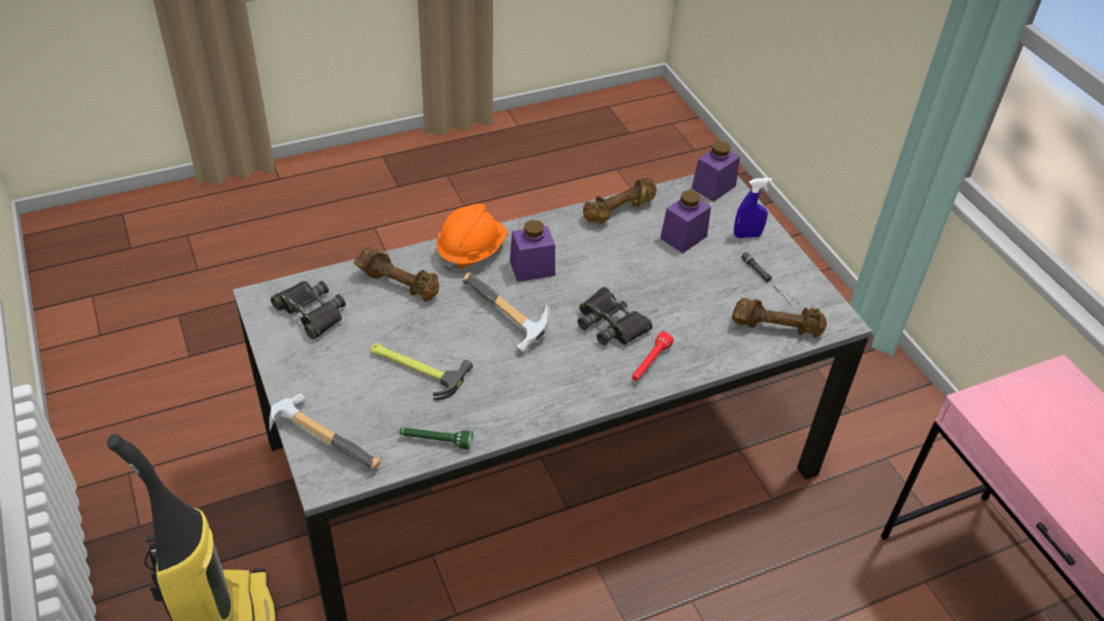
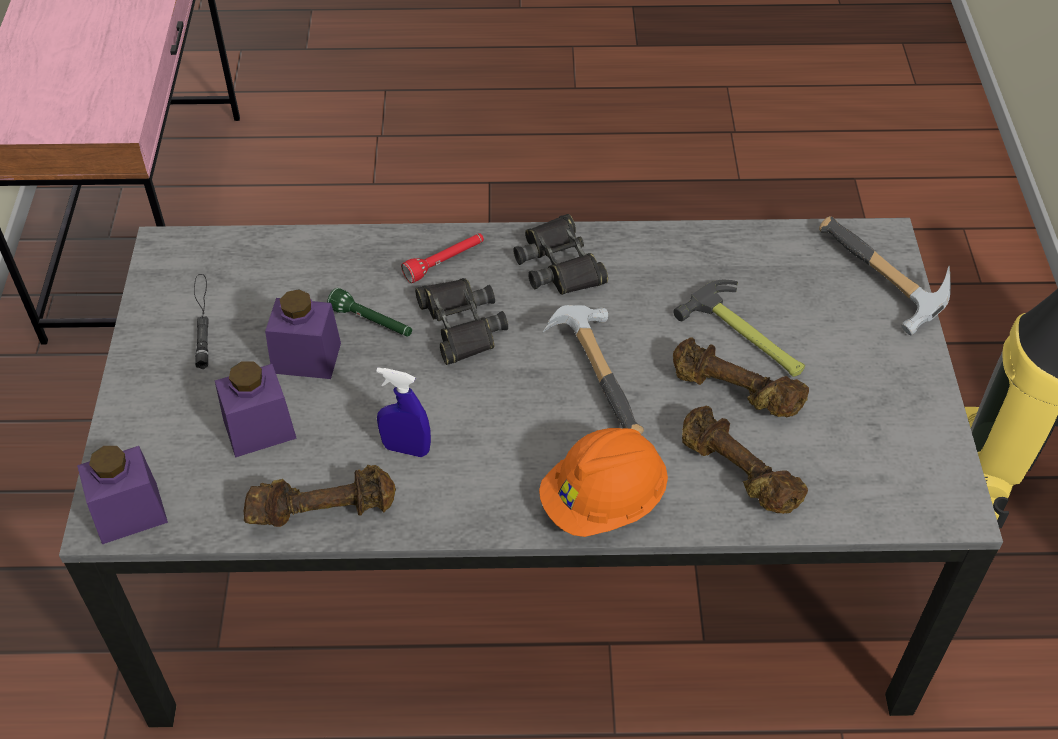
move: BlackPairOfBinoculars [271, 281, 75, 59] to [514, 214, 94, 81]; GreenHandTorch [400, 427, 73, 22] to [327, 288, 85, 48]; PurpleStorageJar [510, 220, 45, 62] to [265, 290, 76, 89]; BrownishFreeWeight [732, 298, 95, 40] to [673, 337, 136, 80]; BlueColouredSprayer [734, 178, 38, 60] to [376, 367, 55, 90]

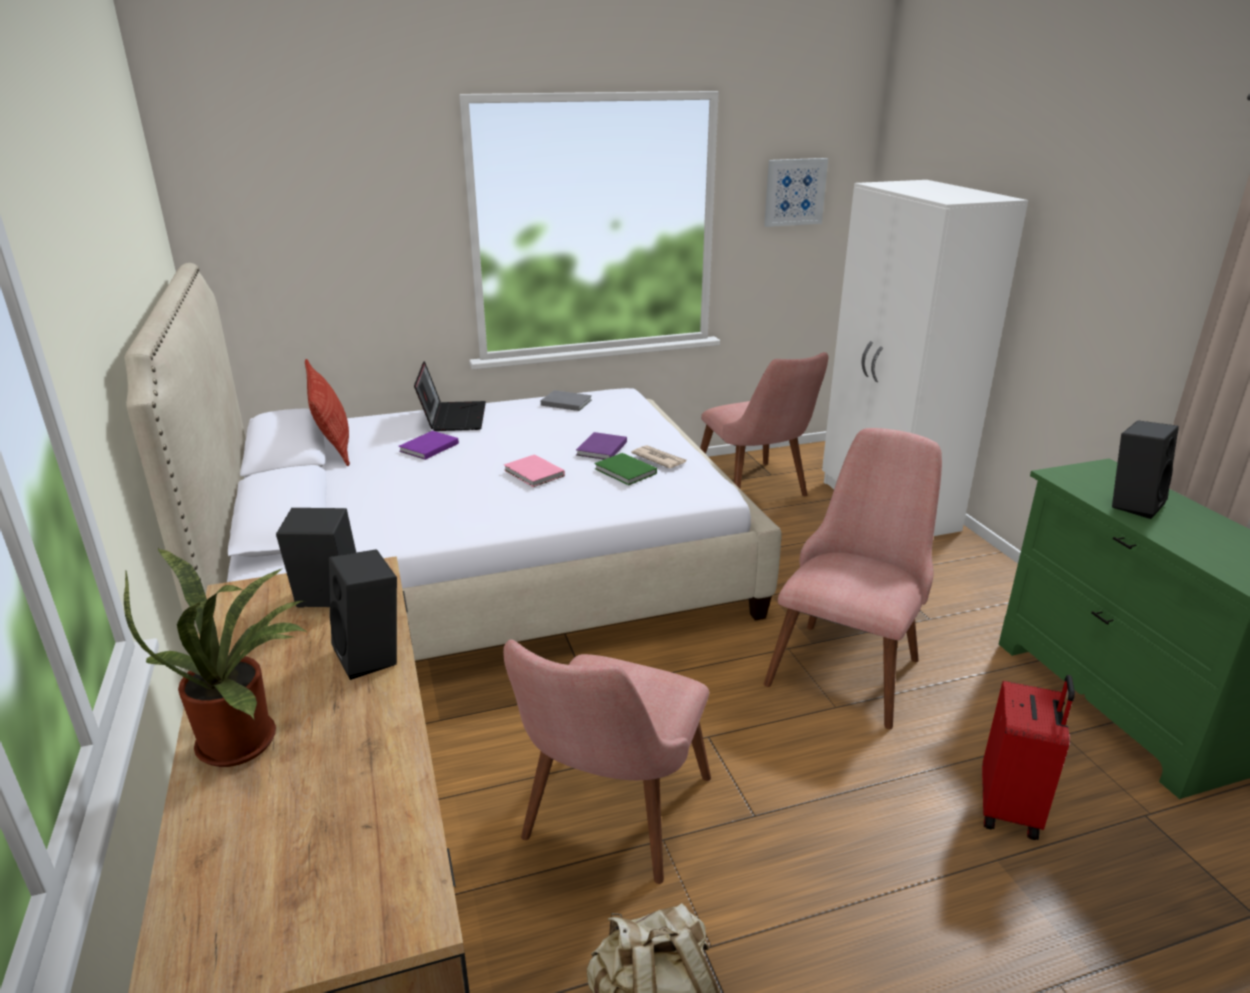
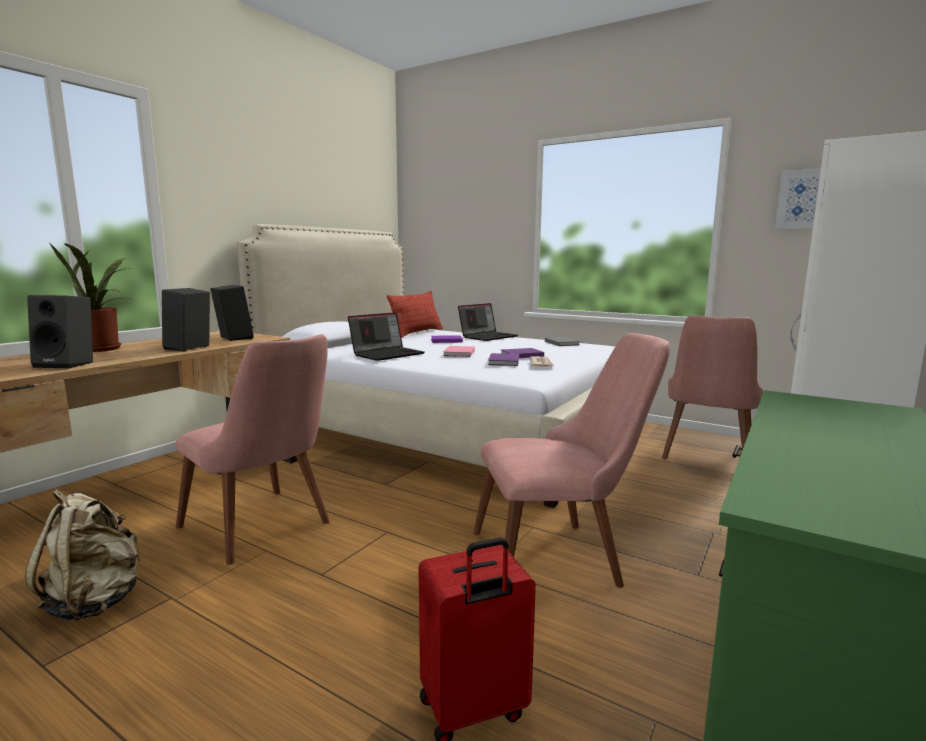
insert: PortableComputer [348, 312, 77, 49]
move: BlackAudioSpeaker [1112, 420, 67, 99] to [27, 295, 66, 74]
recolor: GreenBook [594, 453, 63, 32] to PurpleBook [488, 353, 31, 13]
rotate: PinkColouredUprightChair [503, 639, 208, 245] = [175, 334, 155, 231] 120 degrees counterclockwise

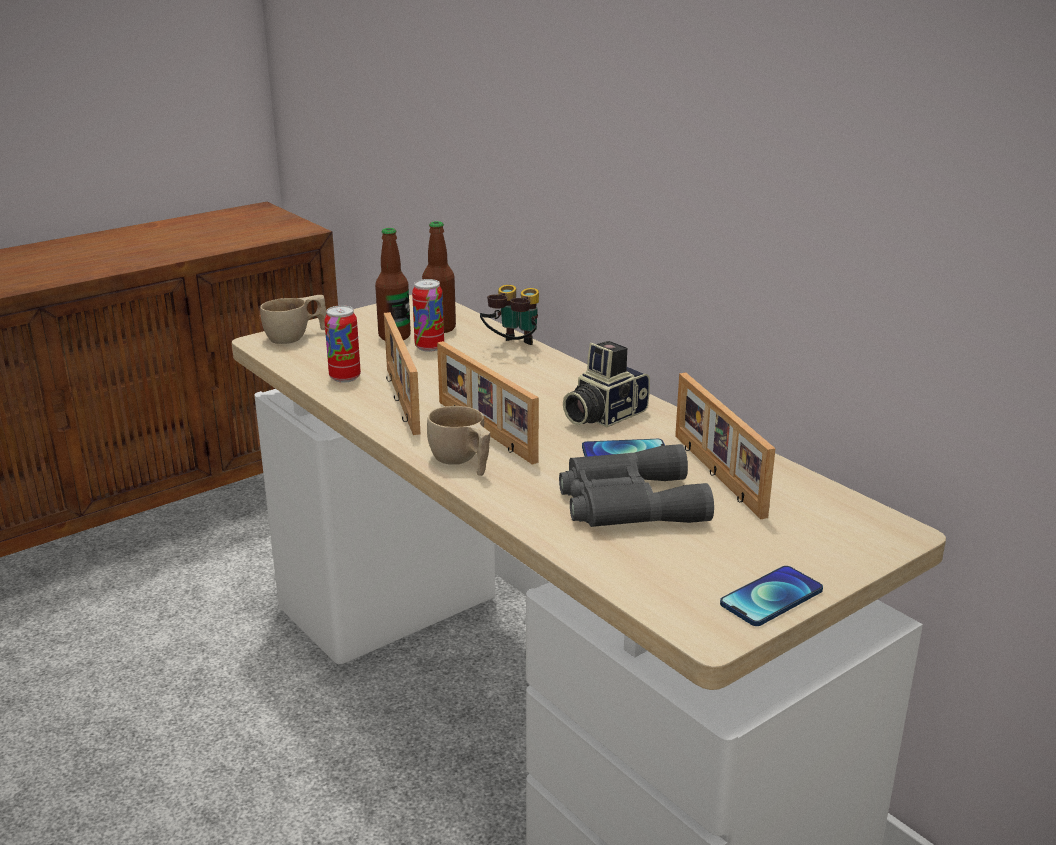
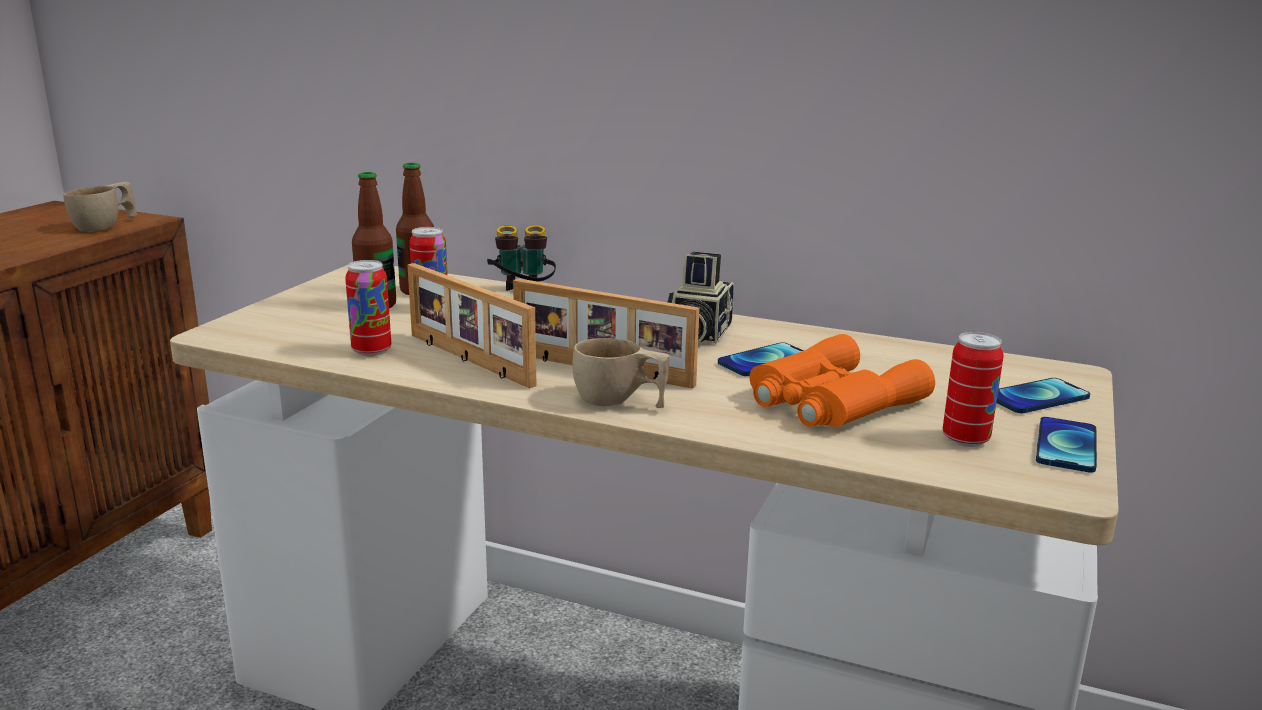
delete: PictureFrame [675, 373, 101, 146]
insert: MetalCan [943, 332, 60, 115]; Handset [997, 378, 93, 35]
move: SandColouredDrinkingCup [260, 295, 67, 49] to [63, 182, 74, 50]
recolor: GrayPairOfBinoculars [559, 444, 155, 83] to OrangeyPairOfBinoculars [750, 334, 185, 93]

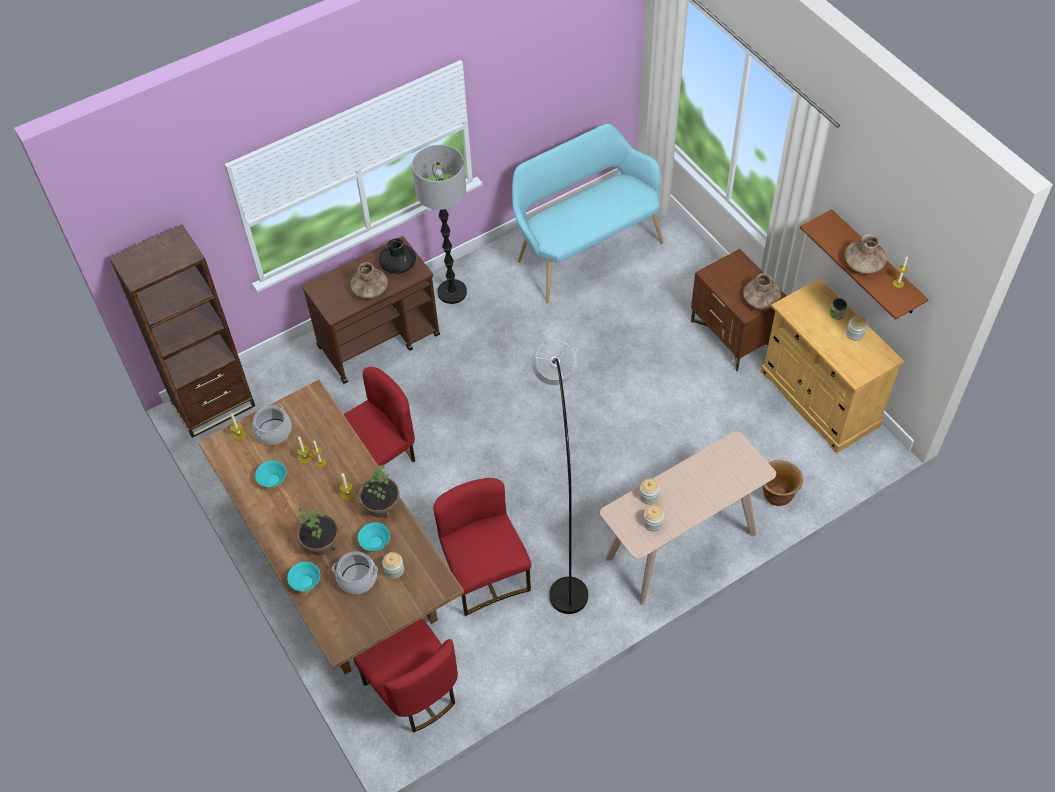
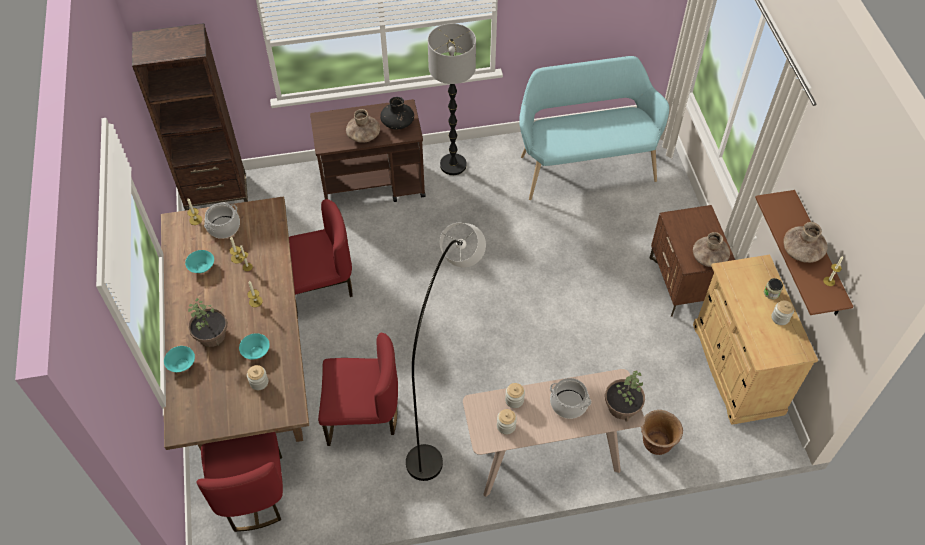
move: Saucepot [332, 551, 46, 43] to [550, 378, 41, 41]; PottedPlant [359, 465, 40, 53] to [605, 371, 40, 51]
rotate: RedUprightChair [433, 478, 98, 138] = [318, 333, 80, 113] 90 degrees clockwise

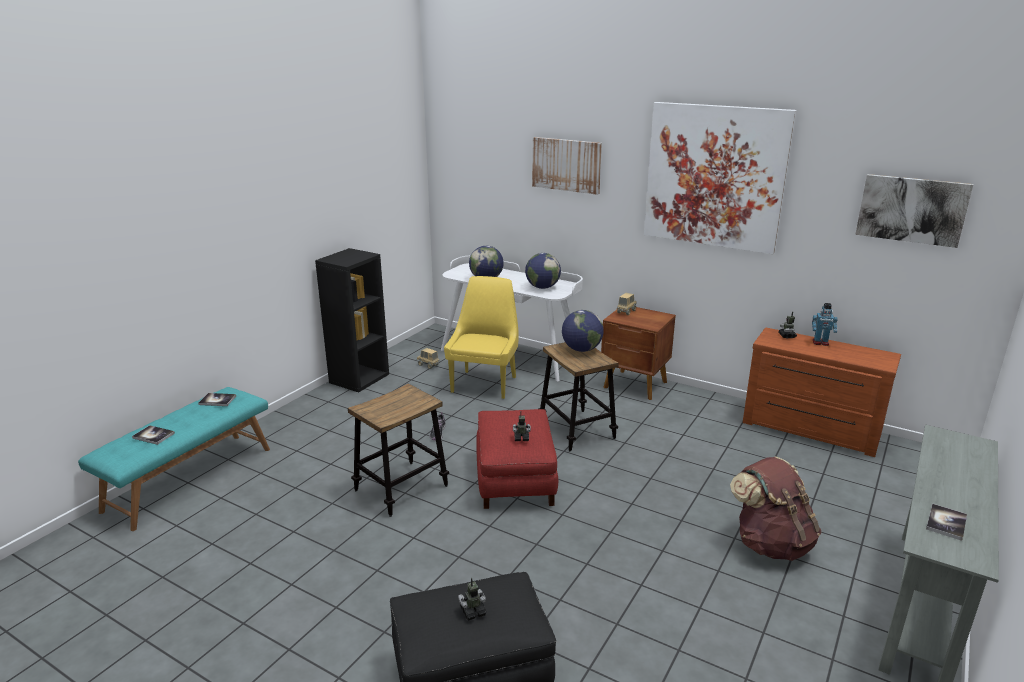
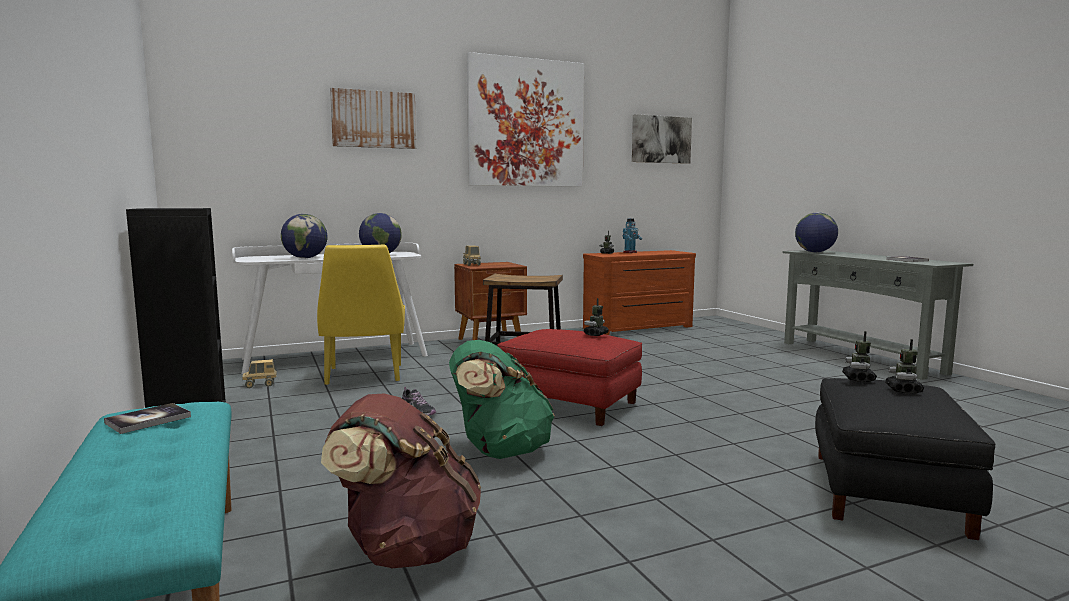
delete: Book [132, 425, 43, 20]
insert: RobotFigure [842, 331, 35, 51]
move: WorldGlobe [562, 310, 42, 42] to [795, 212, 43, 40]; BrownishKnapsack [730, 457, 91, 104] to [321, 393, 160, 176]
replace: Stool [348, 383, 101, 134] to GreenKnapsack [449, 340, 106, 119]
rotate: YellowishUprightChair [444, 276, 75, 123] = [317, 245, 88, 140] 150 degrees counterclockwise

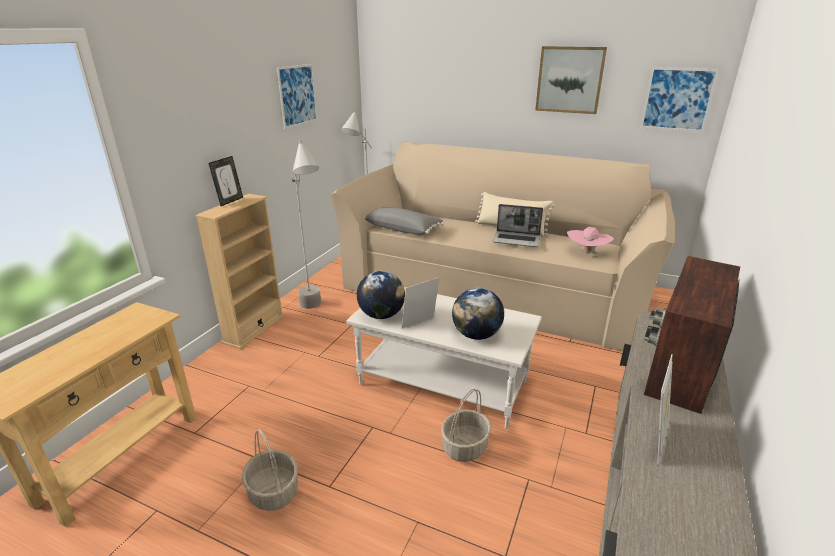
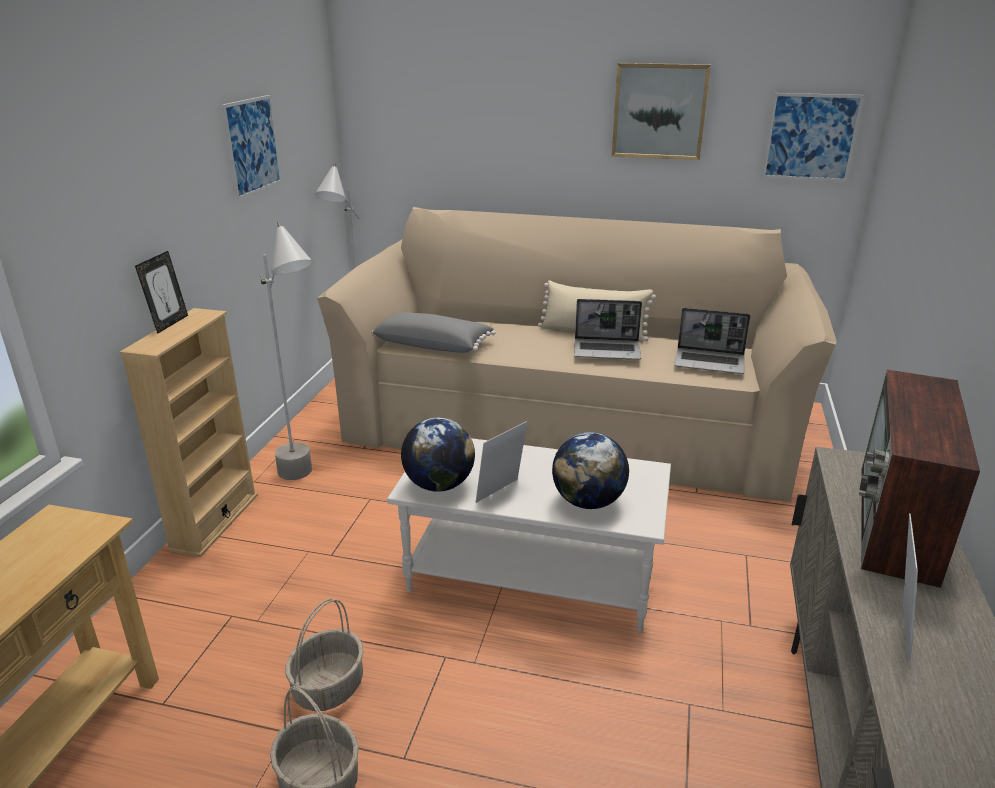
move: StorageBasket [441, 389, 50, 73] to [286, 599, 78, 112]
replace: PinkColouredHat [567, 227, 47, 27] to PortableComputer [674, 308, 76, 66]

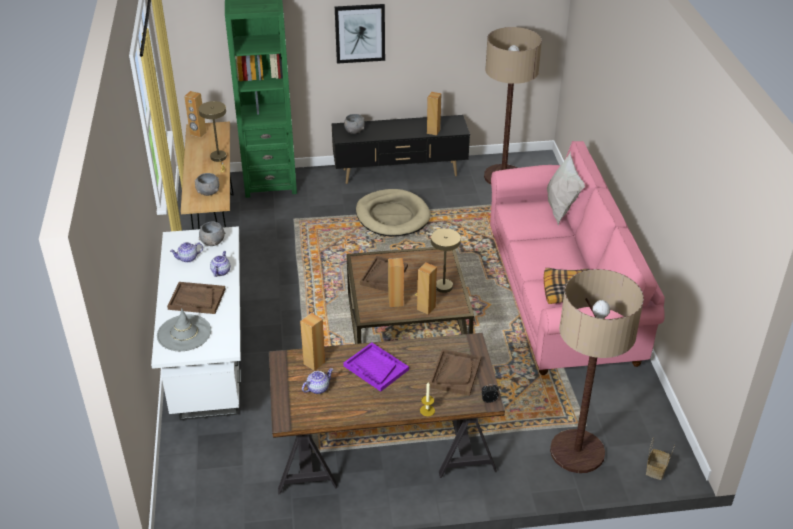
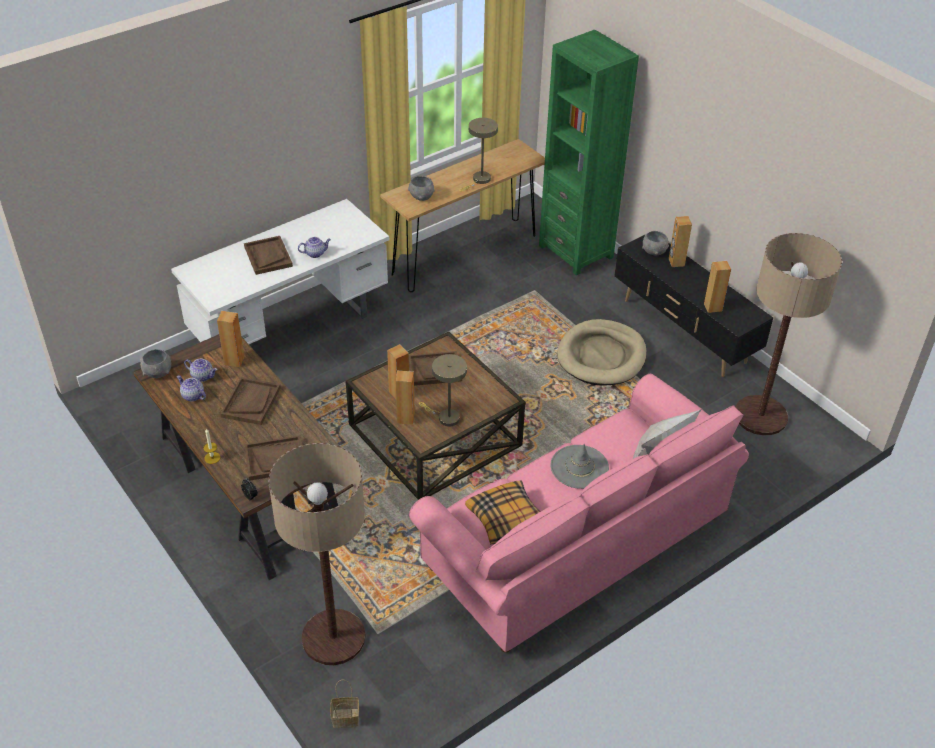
delete: WallPicture [335, 4, 50, 60]
move: GrayHat [157, 308, 54, 43] to [551, 444, 58, 45]; Teapot [170, 242, 33, 21] to [177, 375, 29, 27]; BrownishAudioSpeaker [184, 91, 22, 47] to [669, 216, 23, 51]; GrayDeepDish [199, 221, 26, 25] to [140, 349, 31, 29]
recolor: PurpleCarryingTray [343, 342, 66, 49] to BrownishCarryingTray [220, 377, 61, 48]

